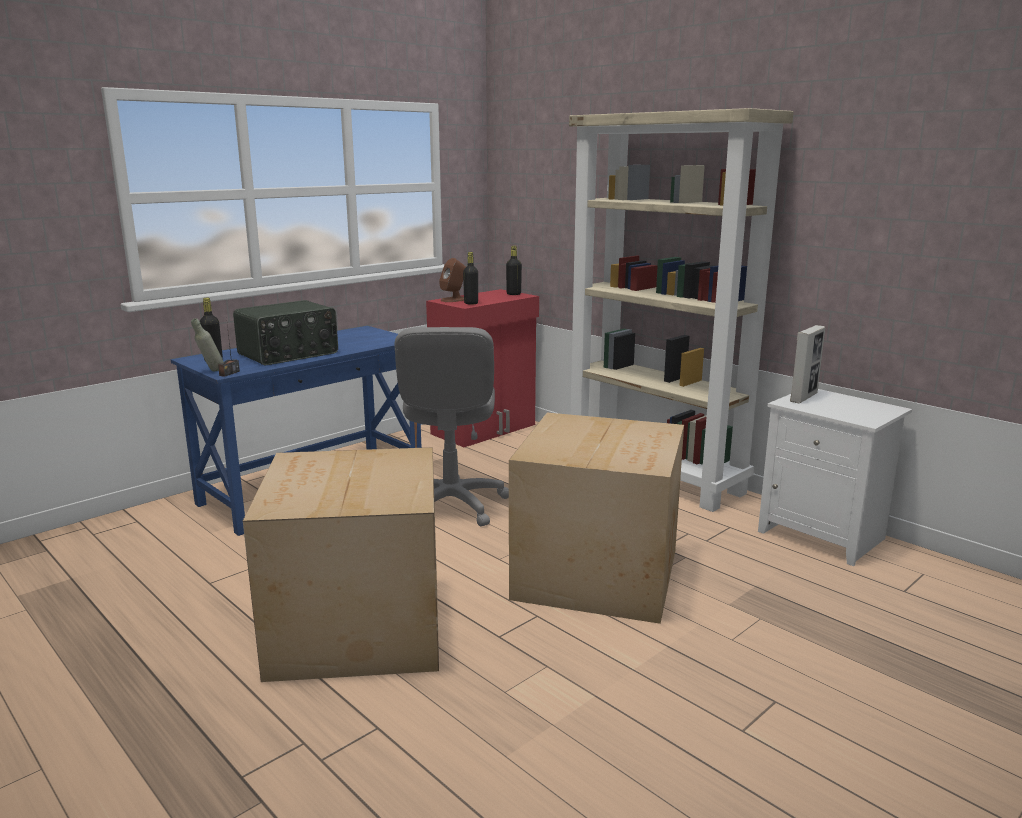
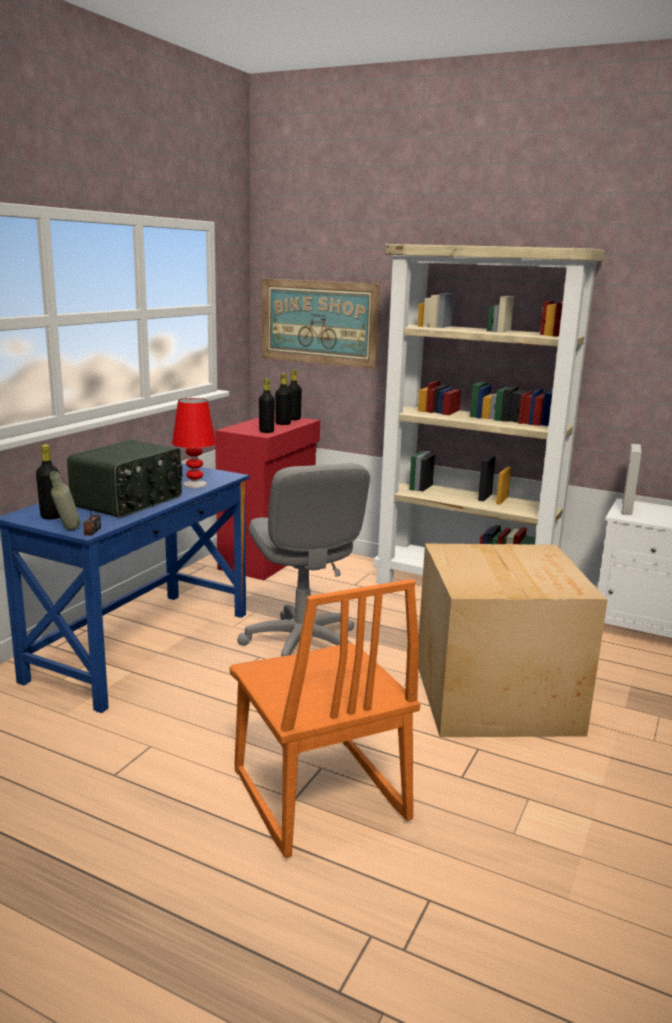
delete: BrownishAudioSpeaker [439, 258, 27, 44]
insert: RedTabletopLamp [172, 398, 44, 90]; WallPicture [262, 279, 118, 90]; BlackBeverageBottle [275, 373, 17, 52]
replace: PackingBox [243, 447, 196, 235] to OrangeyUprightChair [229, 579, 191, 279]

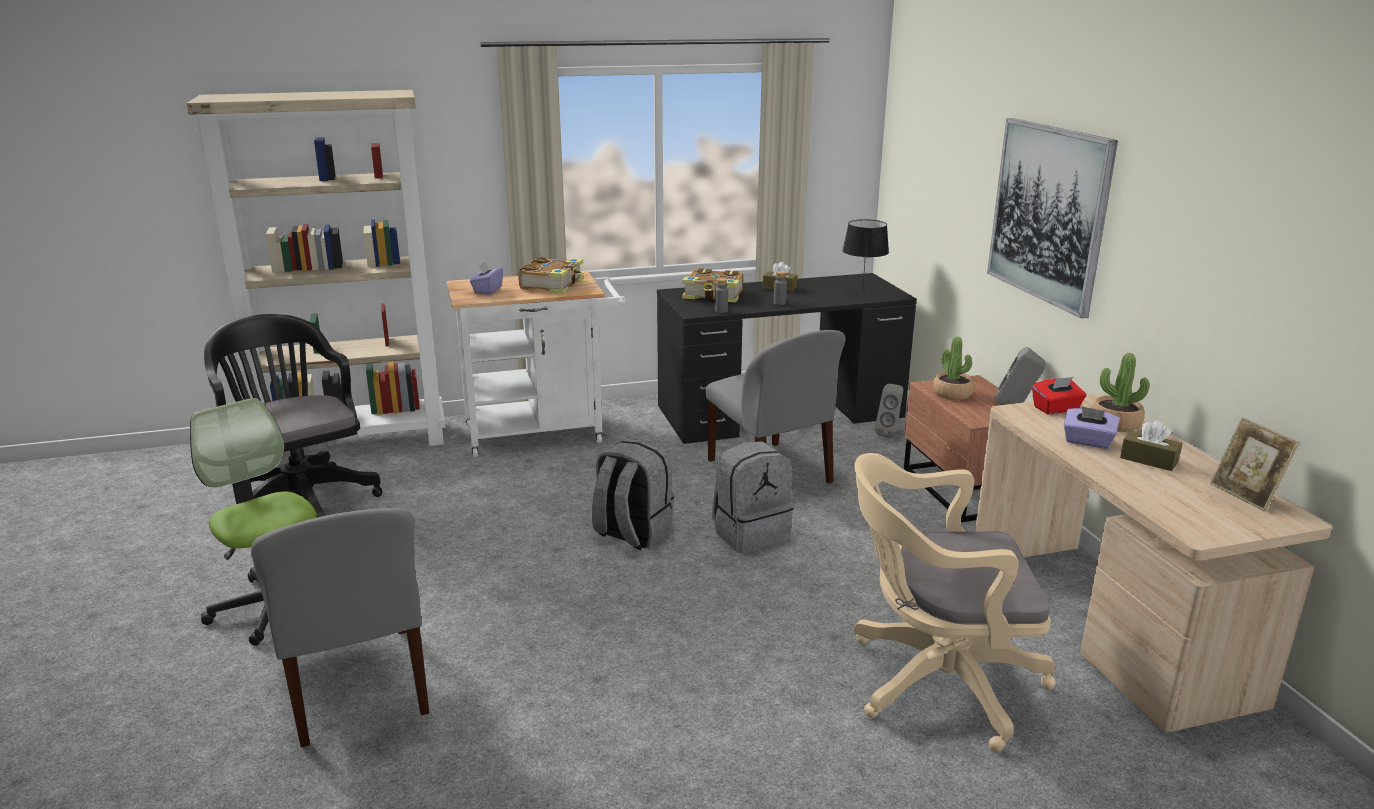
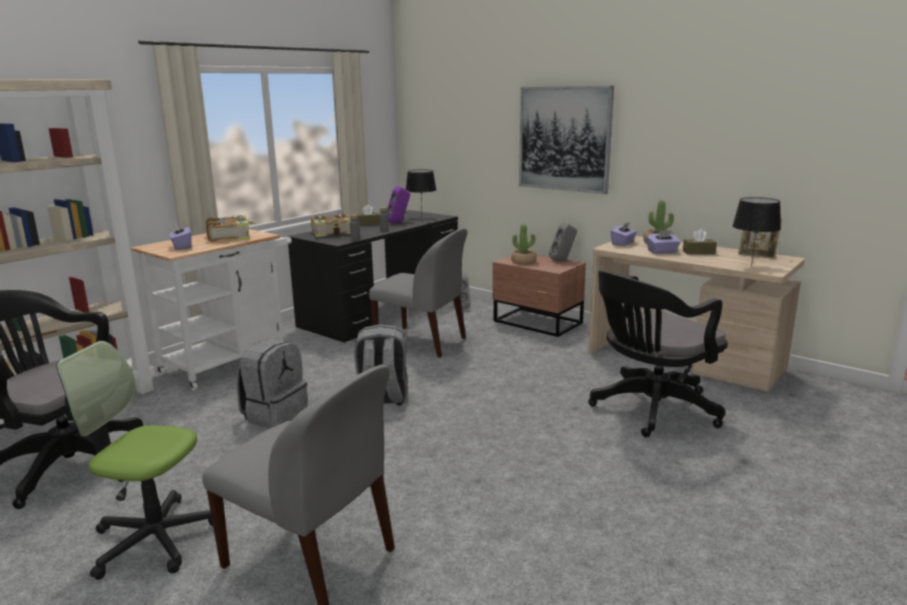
insert: PurpleAudioSpeaker [387, 186, 23, 37]; BlackTabletopLamp [732, 197, 49, 70]
move: GrayKnapsack [712, 441, 82, 112] to [237, 339, 71, 90]
recolor: SandColouredOfficeChair [854, 453, 202, 299] to BlackOfficeChair [588, 271, 140, 166]; RedTissueHolder [1032, 377, 54, 37] to PurpleTissueHolder [611, 222, 26, 24]

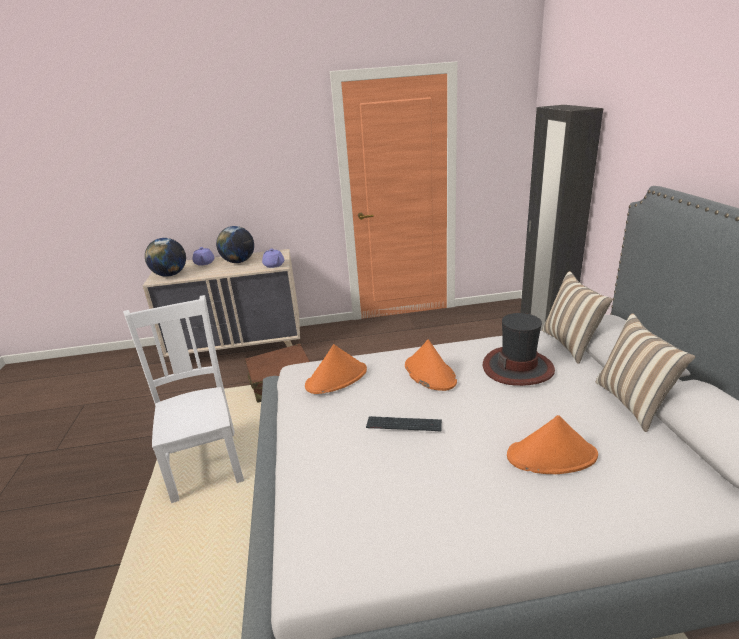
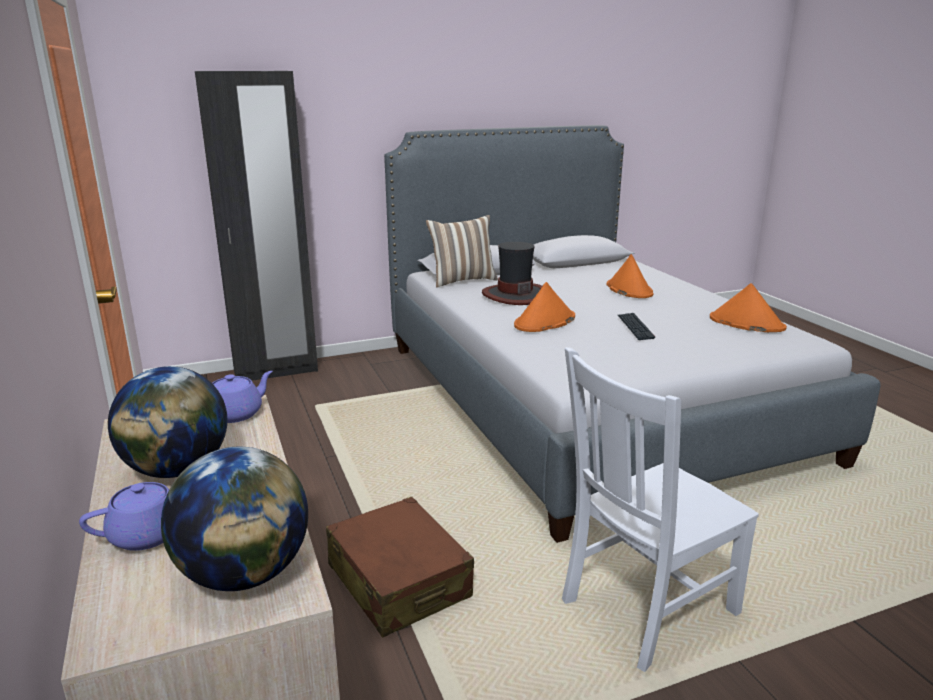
delete: ThrowPillow [595, 314, 100, 118]
move: OrangeyHat [305, 344, 62, 50] to [710, 283, 77, 49]

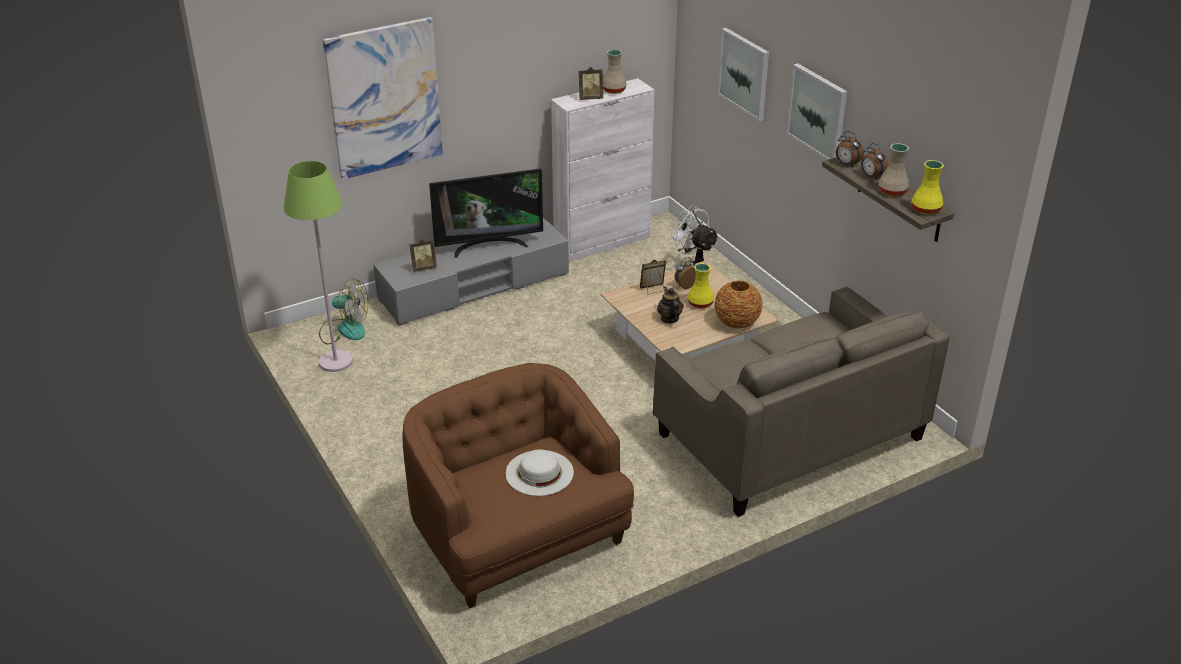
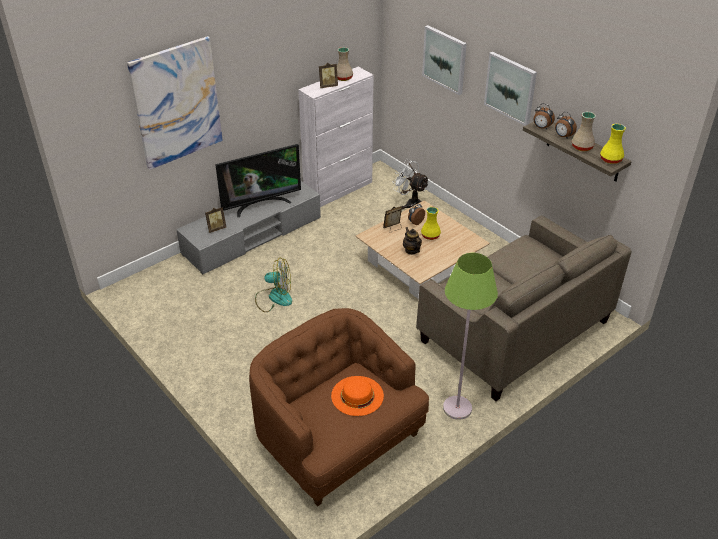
delete: Vase [714, 280, 48, 49]
move: GreenFloorLamp [284, 161, 69, 211] to [443, 253, 55, 167]; CoolingFan [319, 278, 49, 66] to [255, 258, 37, 54]
recolor: WhitishHat [505, 449, 69, 47] to OrangeyHat [331, 376, 53, 40]

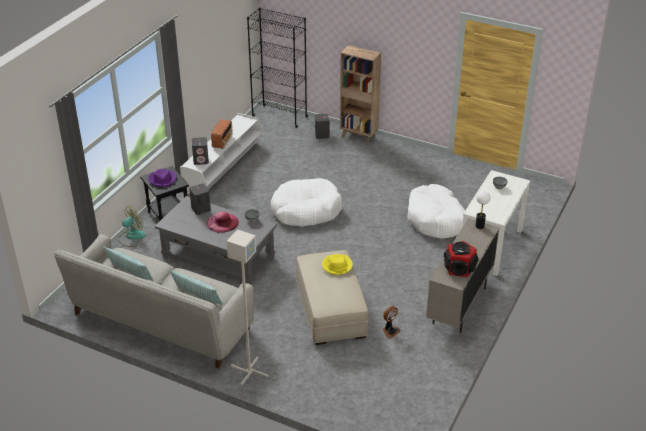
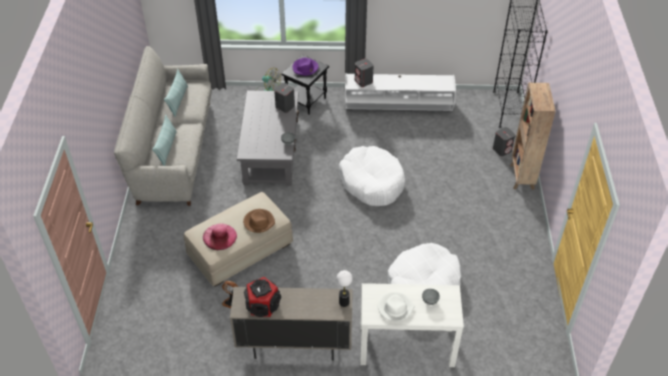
delete: Radio [211, 119, 22, 30]; GrayFloorLamp [227, 229, 41, 156]
insert: WhitishHat [378, 292, 36, 29]
move: PinkColouredHat [207, 212, 32, 21] to [203, 224, 34, 26]
recolor: YellowishHat [322, 254, 31, 21] to BrownishHat [243, 209, 32, 24]

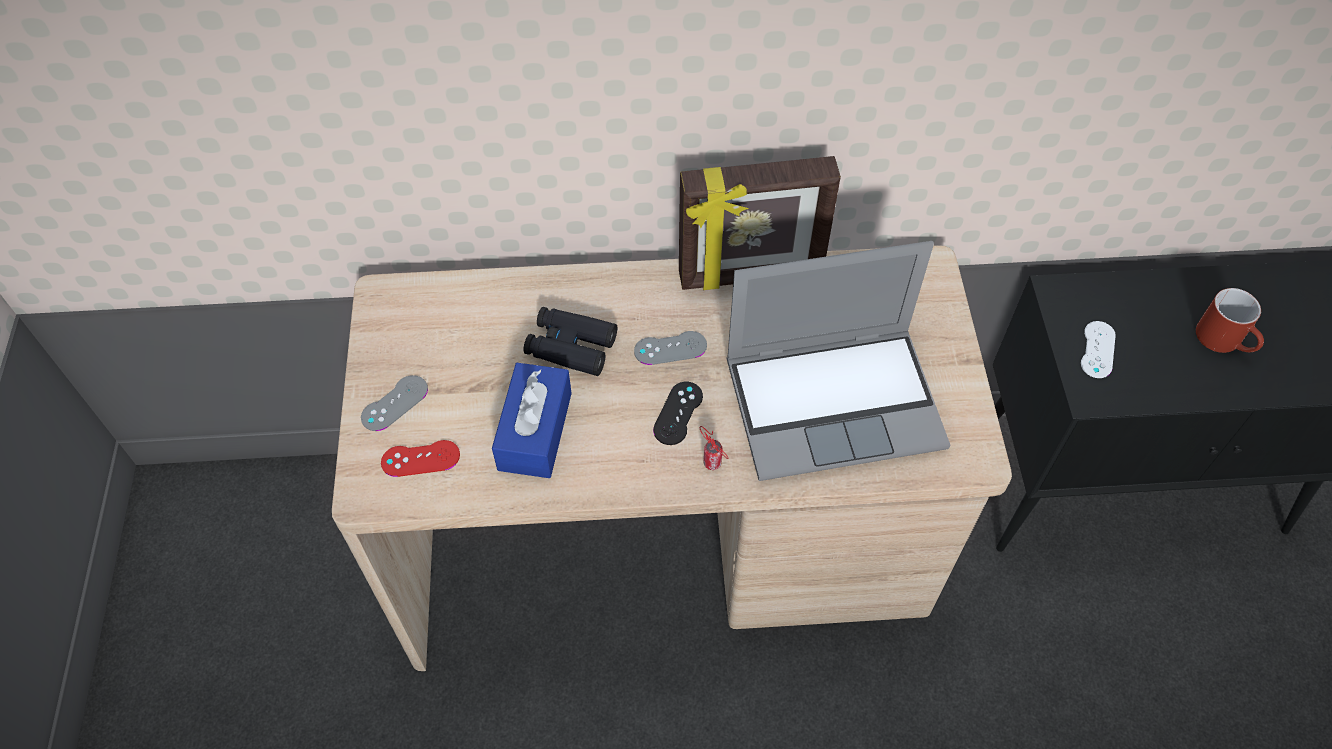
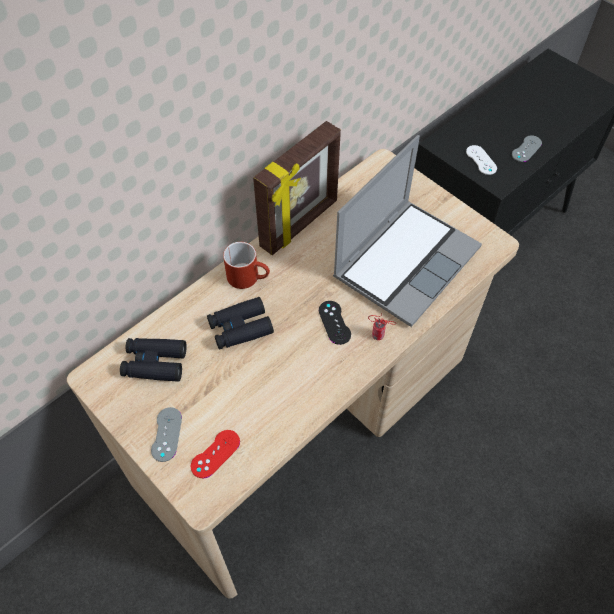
delete: BlueColouredTissueHolder [492, 363, 80, 115]
insert: BlackPairOfBinoculars [120, 338, 67, 44]
move: GrayJoypad [634, 331, 73, 34] to [512, 136, 30, 26]; RedCoffeeMug [1196, 288, 68, 65] to [223, 242, 47, 47]

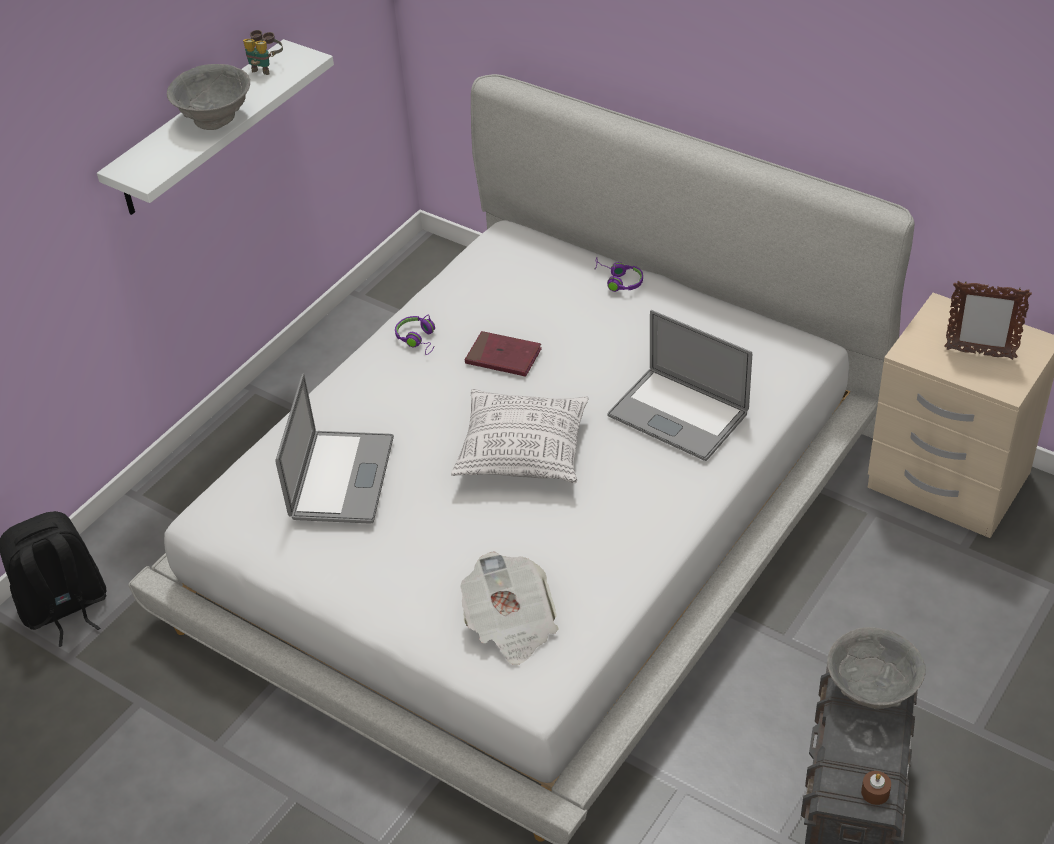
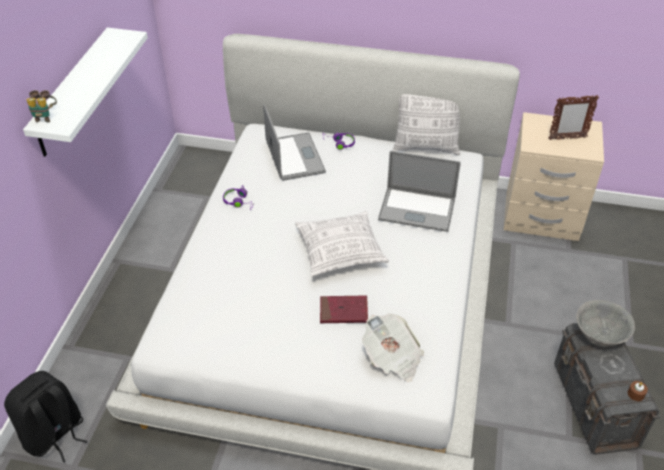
delete: GrayDeepDish [167, 64, 83, 66]
insert: ThrowPillow [392, 94, 68, 61]
move: PairOfBinoculars [243, 30, 40, 45] to [26, 90, 31, 32]; PortableComputer [275, 374, 119, 149] to [263, 104, 63, 77]; RedBook [465, 331, 77, 46] to [320, 295, 48, 28]

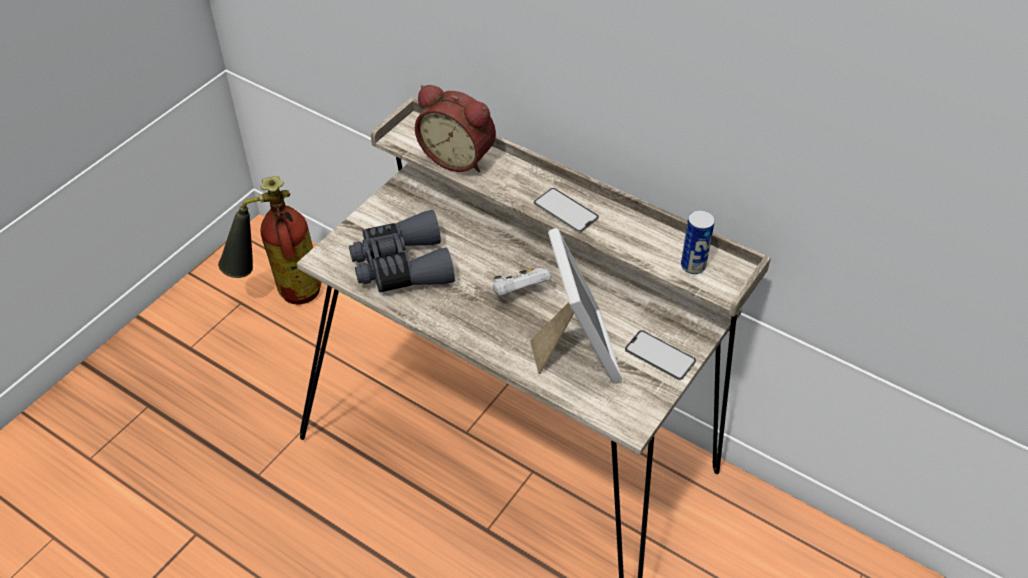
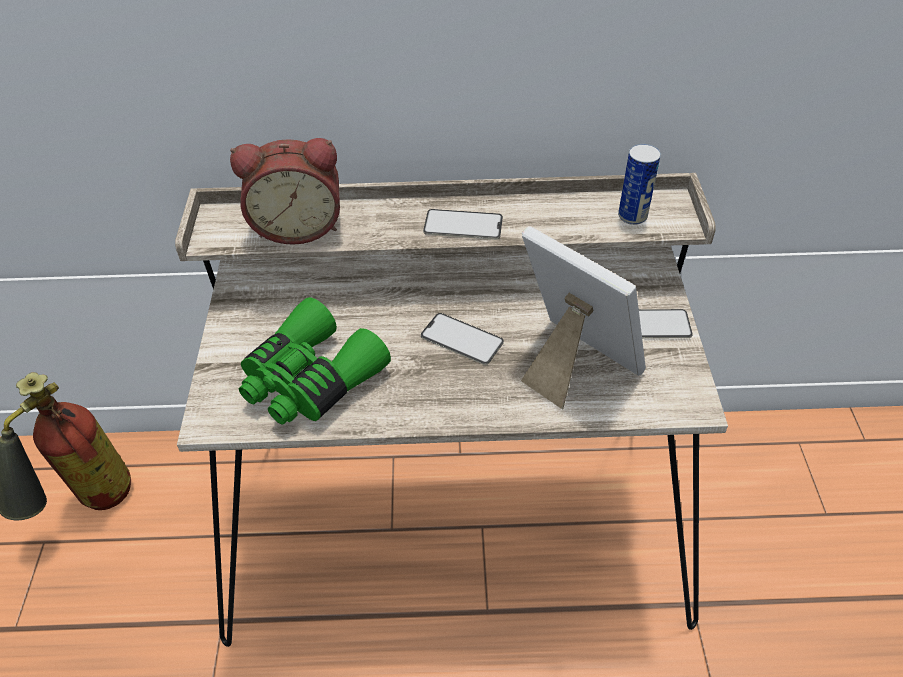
replace: WhitishJoypad [493, 268, 59, 29] to Handset [421, 313, 83, 52]
recolor: GrayPairOfBinoculars [349, 210, 106, 82] to GreenPairOfBinoculars [239, 297, 152, 128]

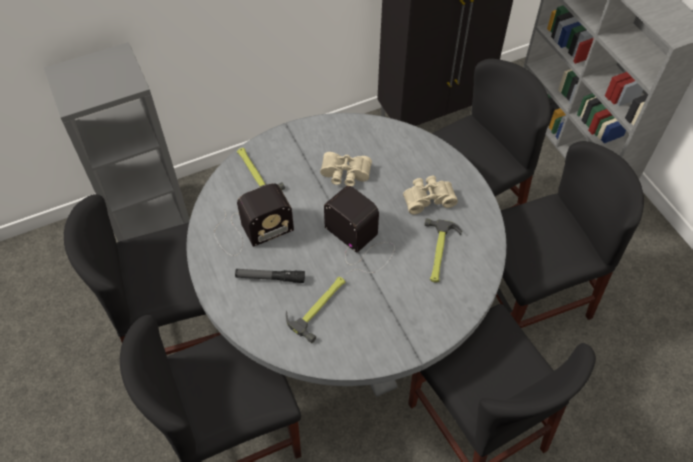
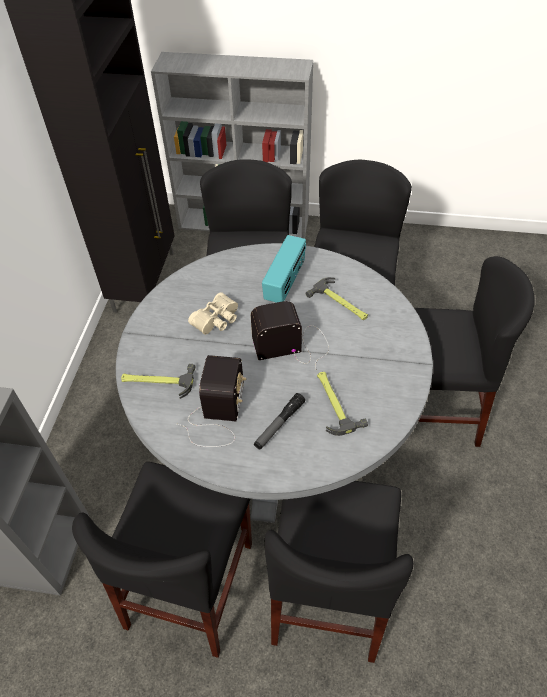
replace: SandColouredPairOfBinoculars [403, 176, 55, 38] to Radio [262, 235, 44, 68]

